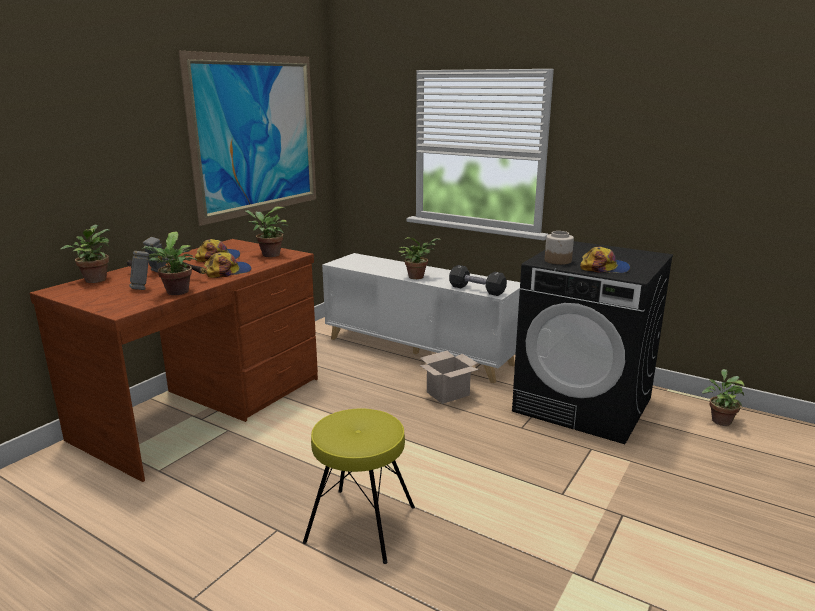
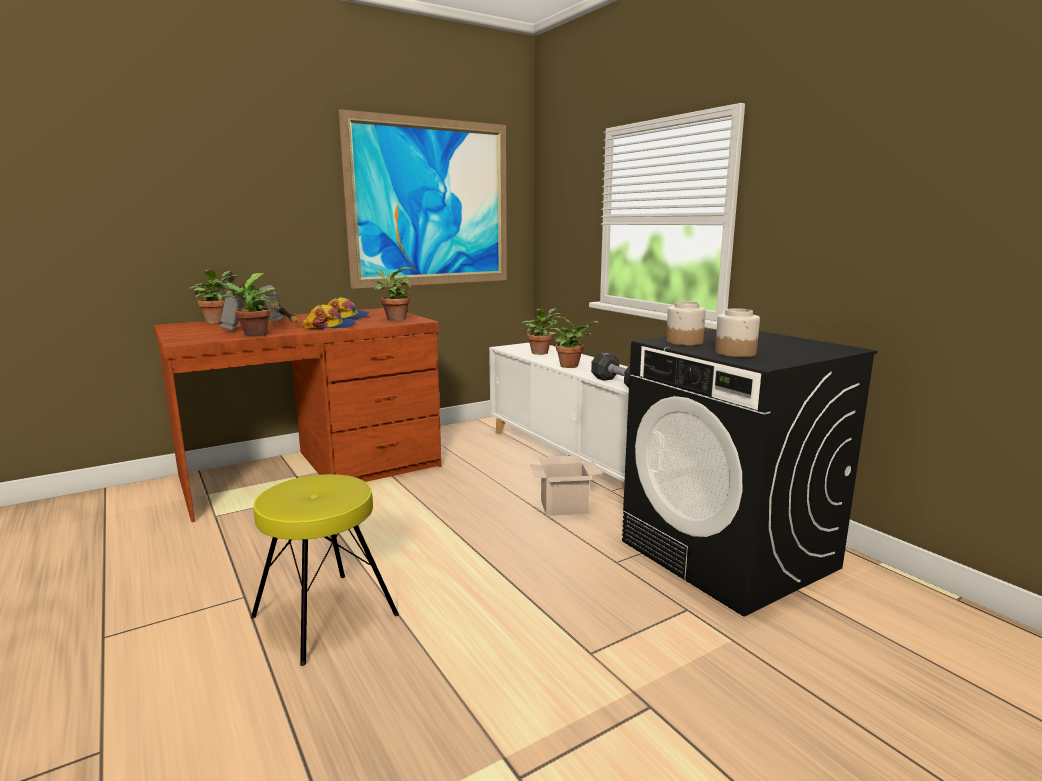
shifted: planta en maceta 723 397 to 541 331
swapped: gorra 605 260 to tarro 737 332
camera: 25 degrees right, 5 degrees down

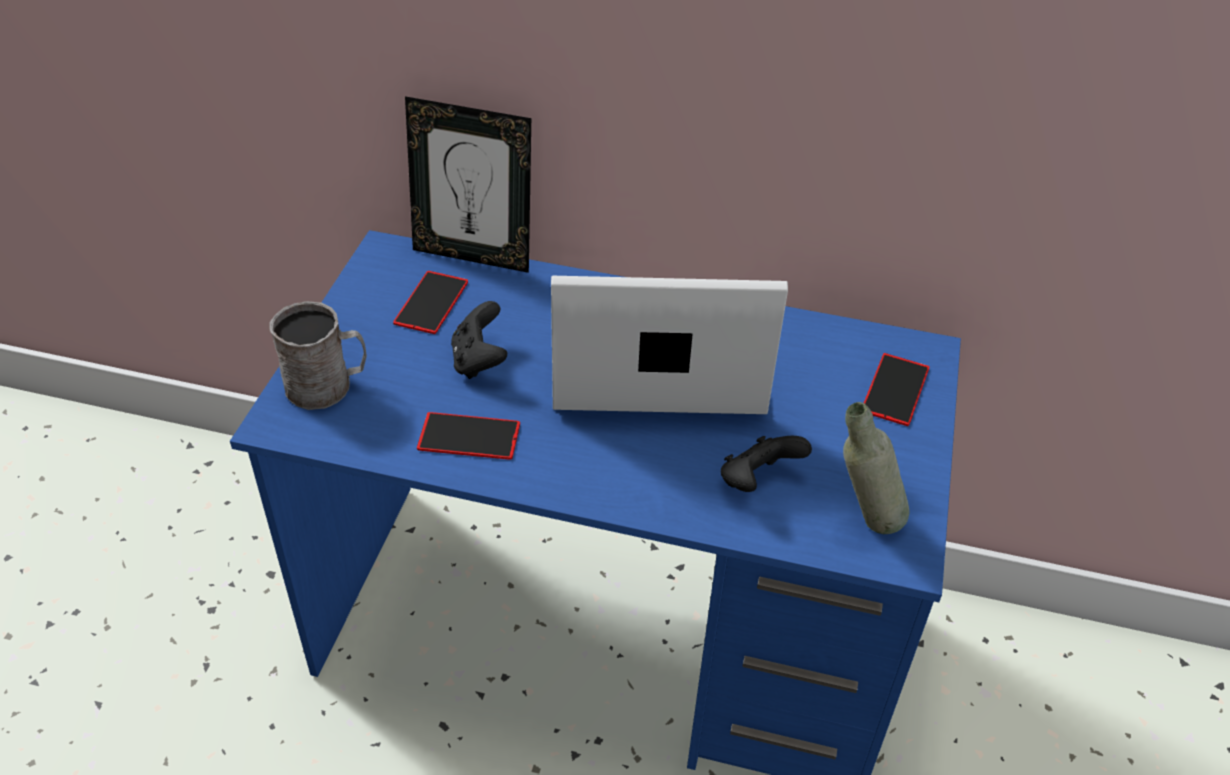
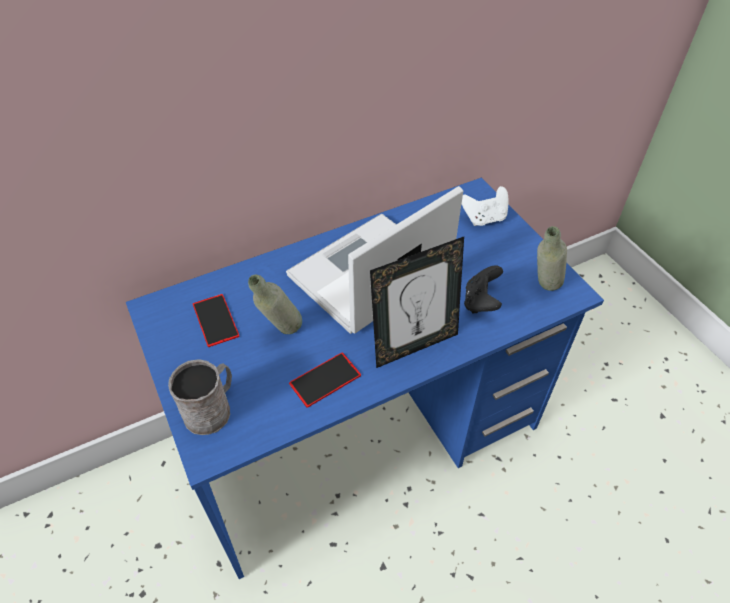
shifted: portarretratos 468 184 to 417 302
swapped: mando de consola [negro] 479 340 to botella [gris] 275 304; móvil 896 389 to mando de consola [blanco] 485 206
camera: 40 degrees left, 5 degrees up

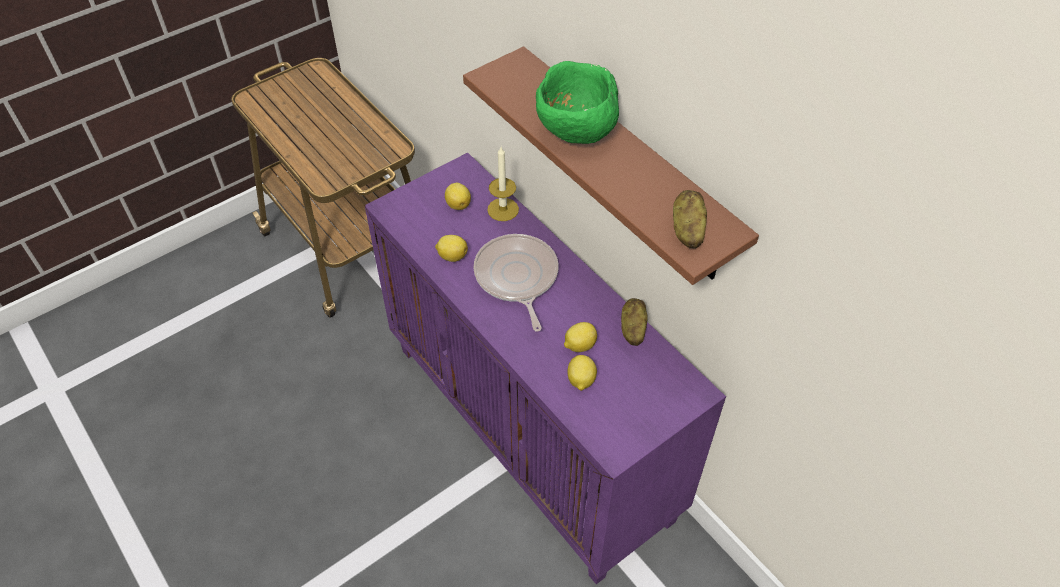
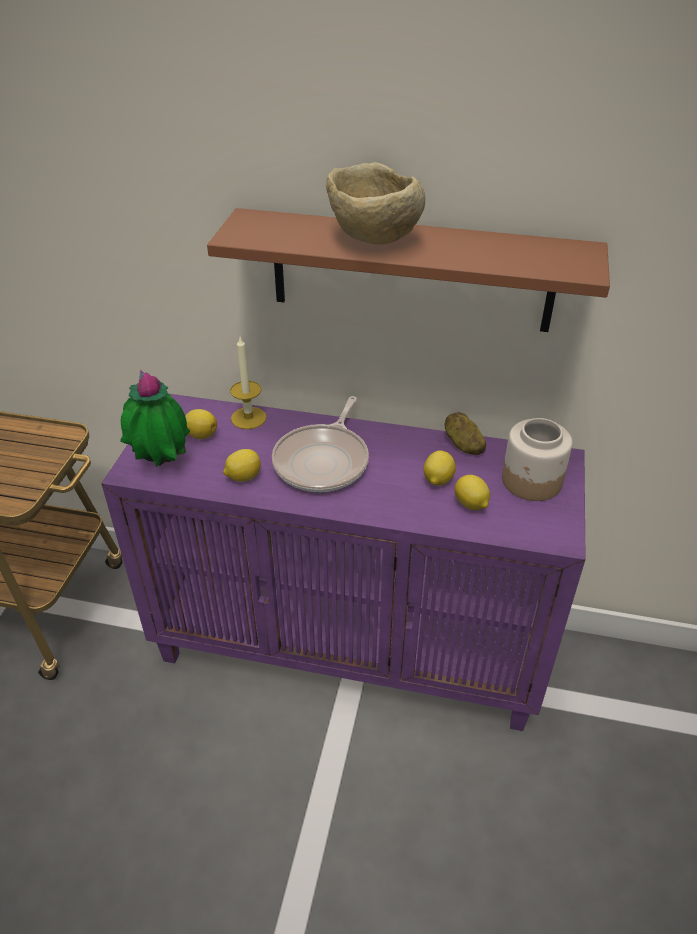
gone: patata 690 219
new: planta en maceta 155 418; tarro 537 459
repainted: cuenco [verde] 577 102 to cuenco [beis] 375 203
rotated: sartén 516 282 = 320 444 105 degrees counterclockwise
camera: 40 degrees left, 10 degrees down

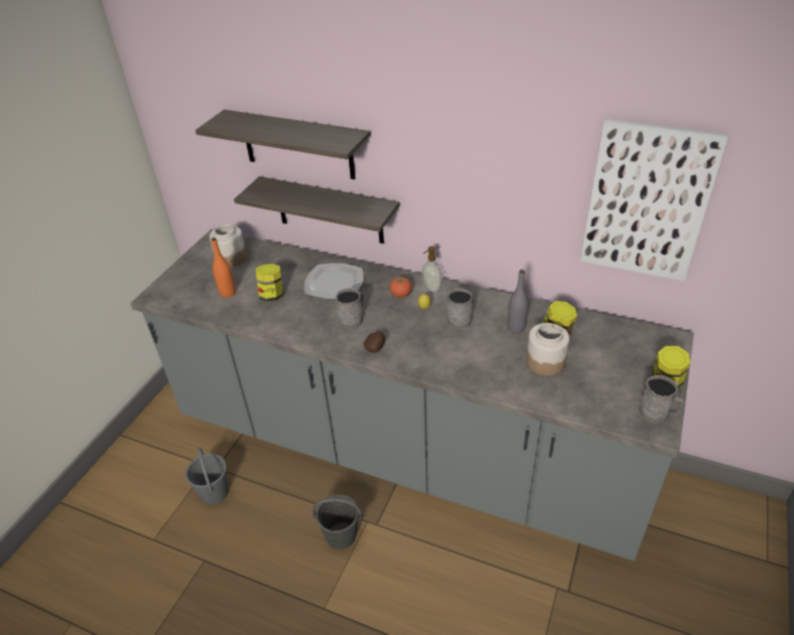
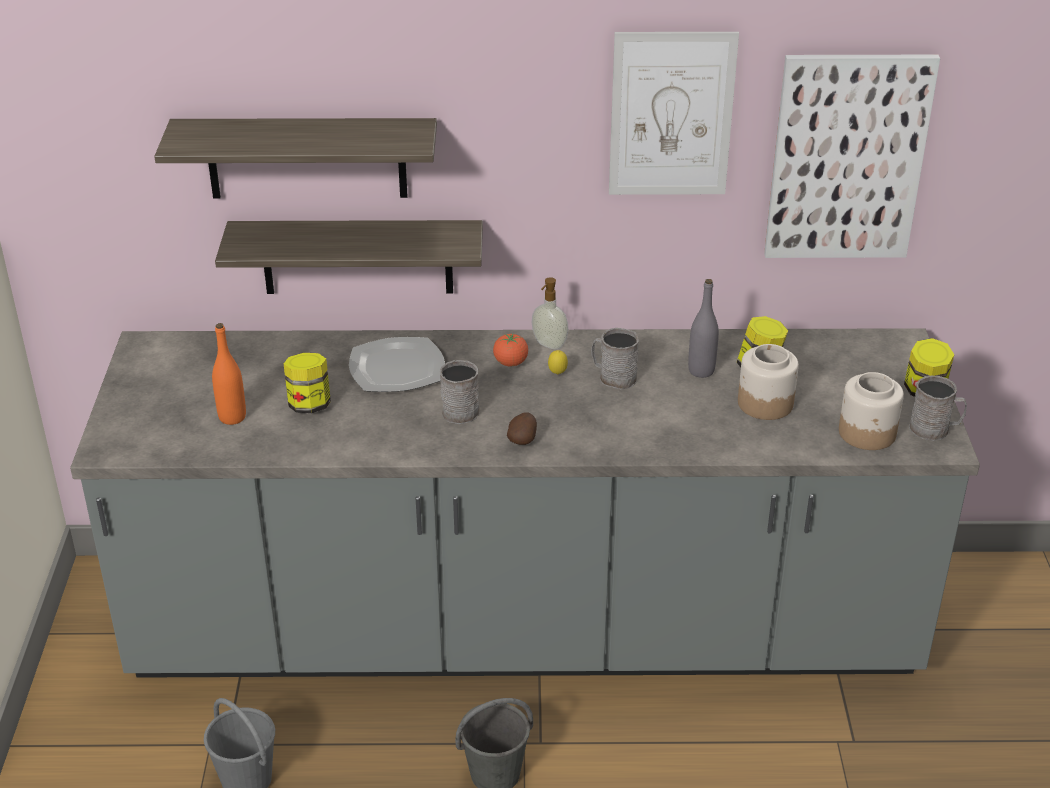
new: cuadro 674 113
shifted: tarro 228 245 to 871 411
camera: 25 degrees left, 5 degrees down

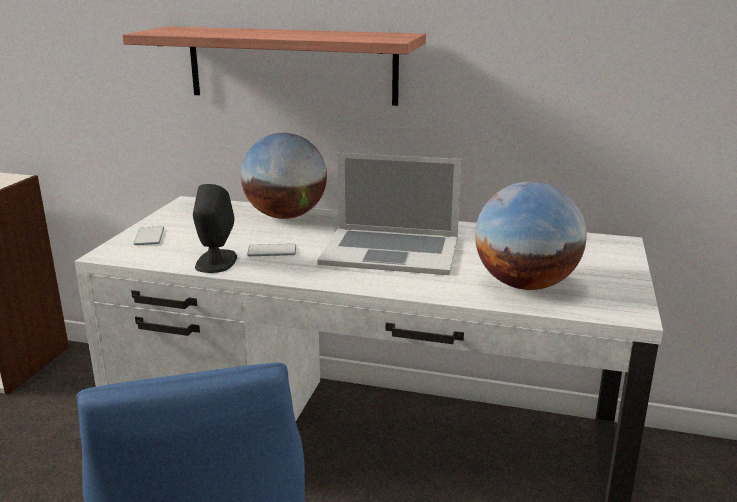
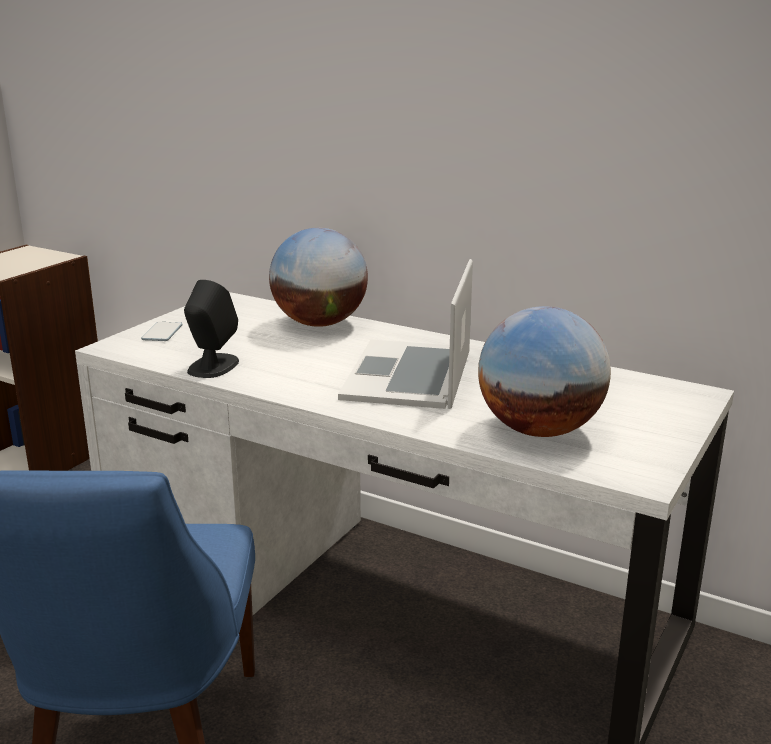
gone: estante 274 66; móvil 271 250
rotated: portátil 389 214 = 405 334 75 degrees clockwise
camera: 15 degrees right, 0 degrees up

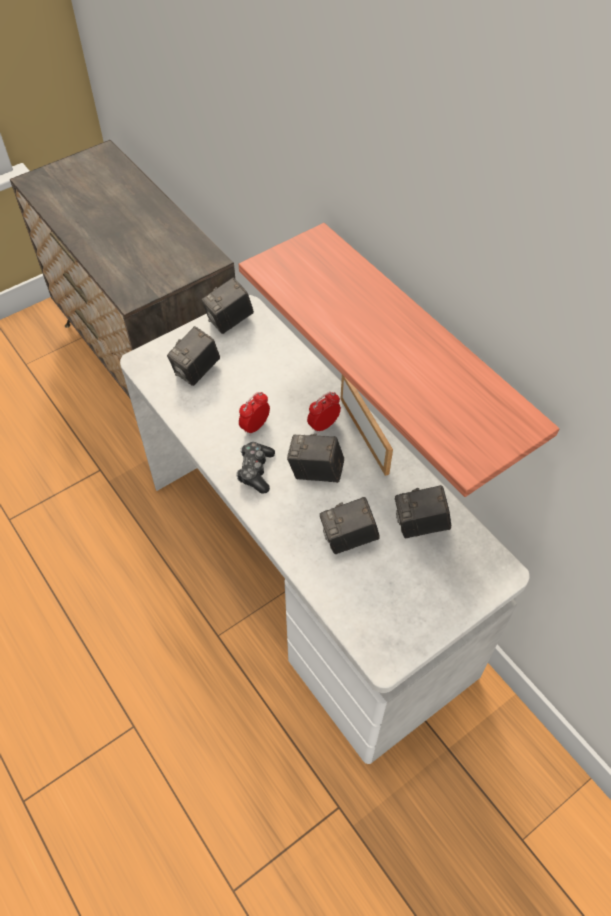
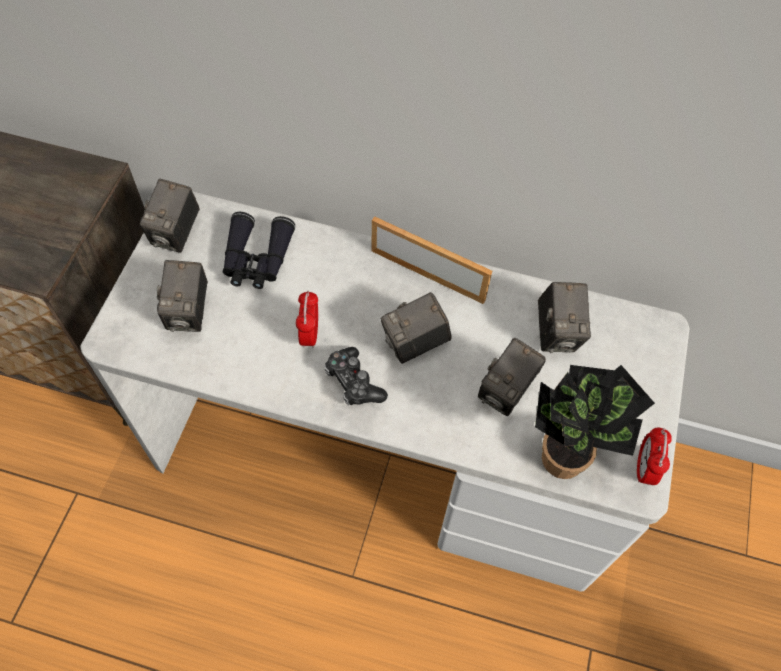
gone: estante 399 360
new: prismáticos [negro] 259 250; planta en maceta 595 422
shifted: despertador 324 413 to 654 456
rotated: cámara 423 511 = 564 317 45 degrees counterclockwise
camera: 40 degrees left, 5 degrees up

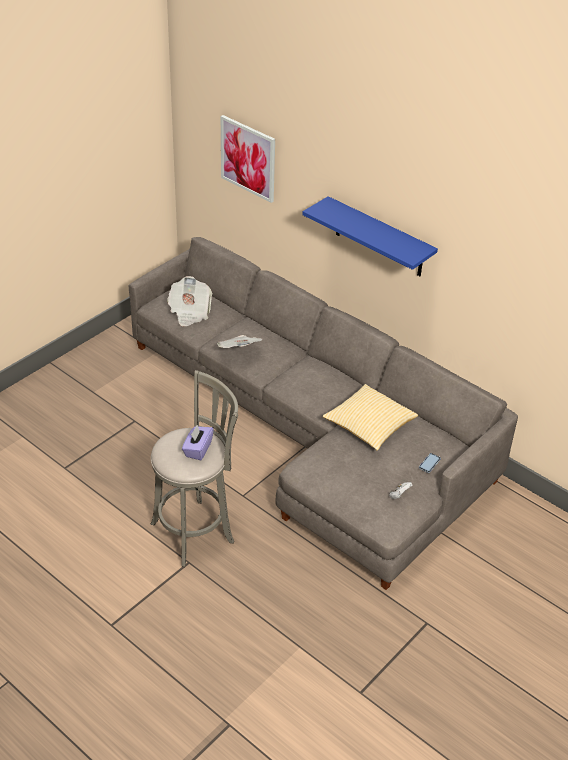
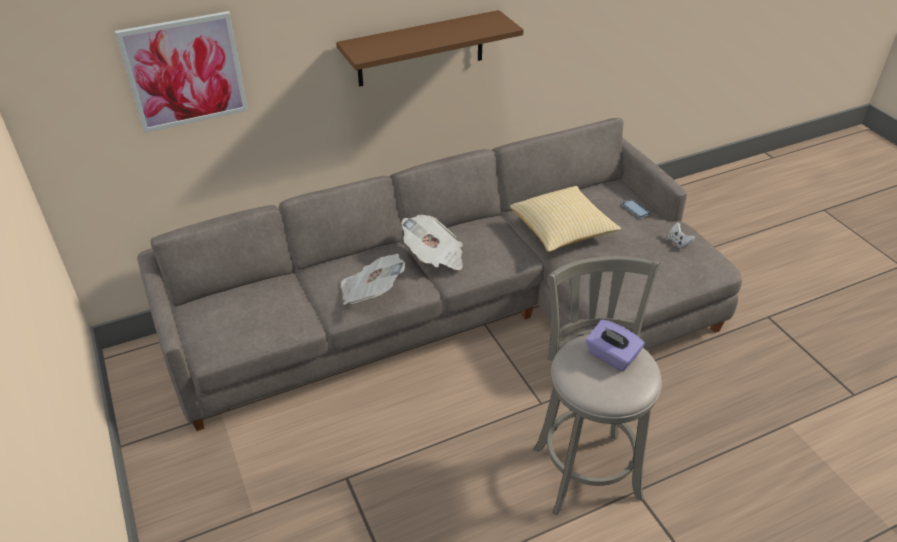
shifted: periódico 189 301 to 432 242
repainted: estante [azul] 370 236 to estante [marrón] 430 48
camera: 65 degrees left, 0 degrees up

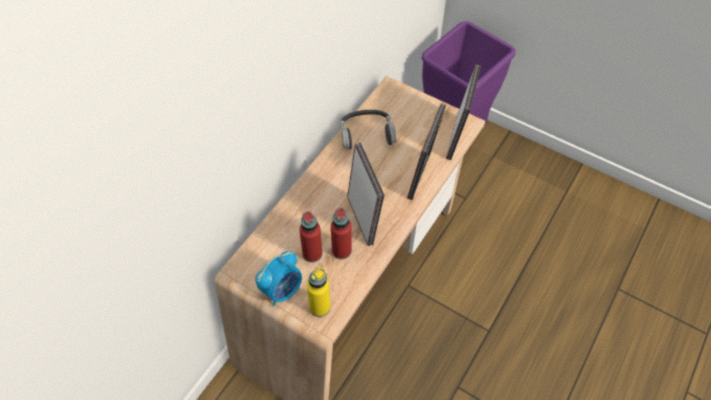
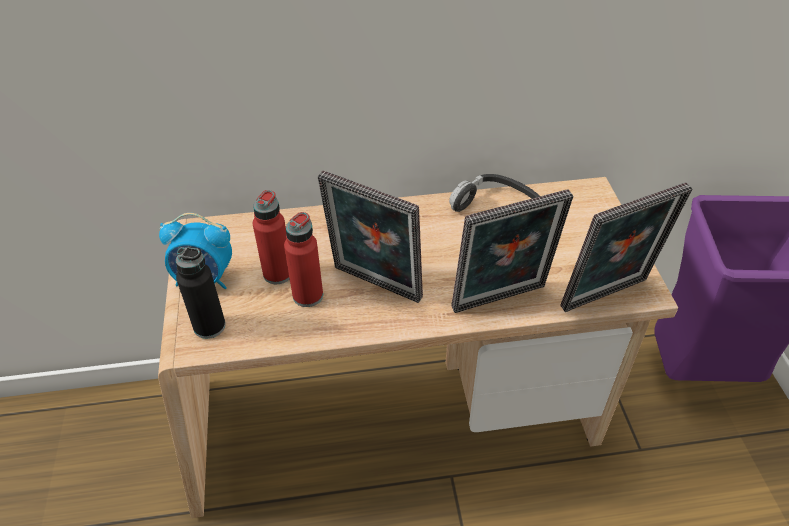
repainted: botella [amarillo] 318 292 to botella [negro] 201 293
rotated: portarretratos 365 194 = 370 237 90 degrees clockwise
camera: 50 degrees right, 10 degrees down

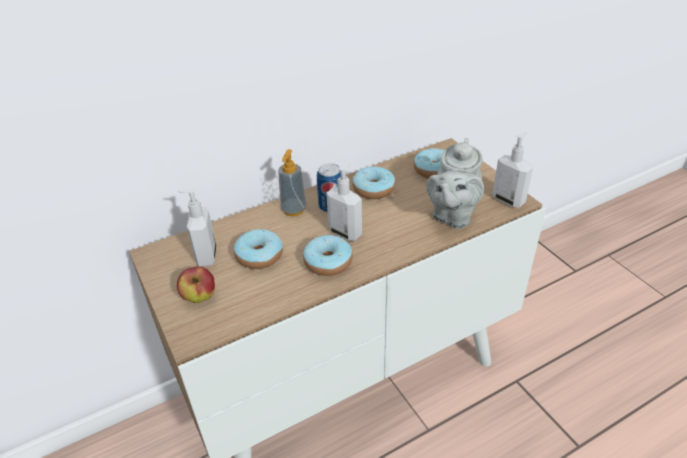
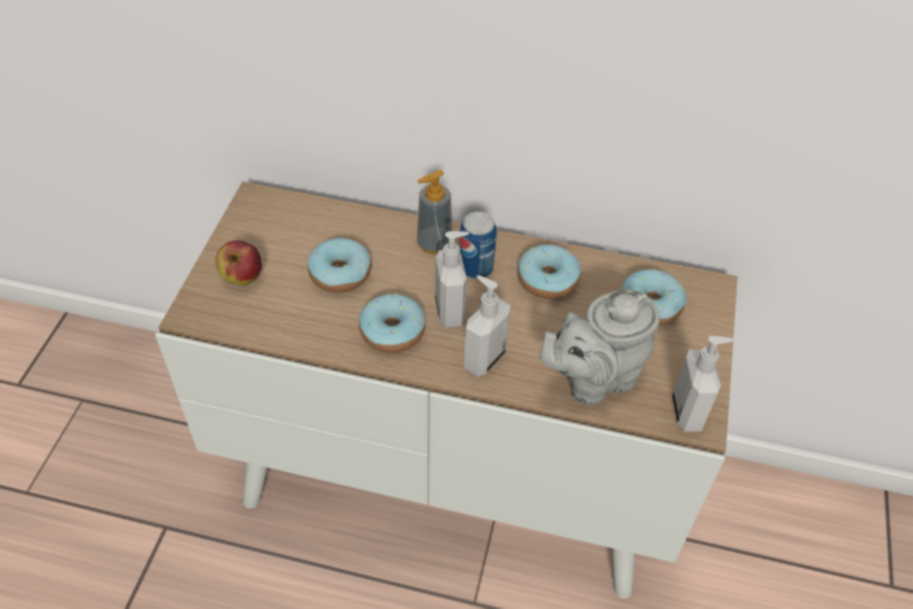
shifted: dispensador de jabón 197 227 to 487 326
camera: 40 degrees right, 10 degrees up

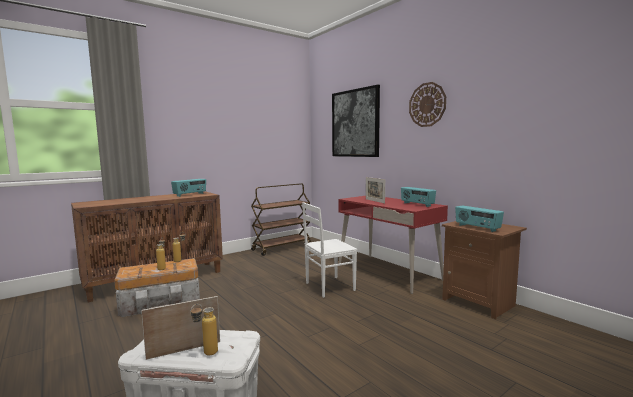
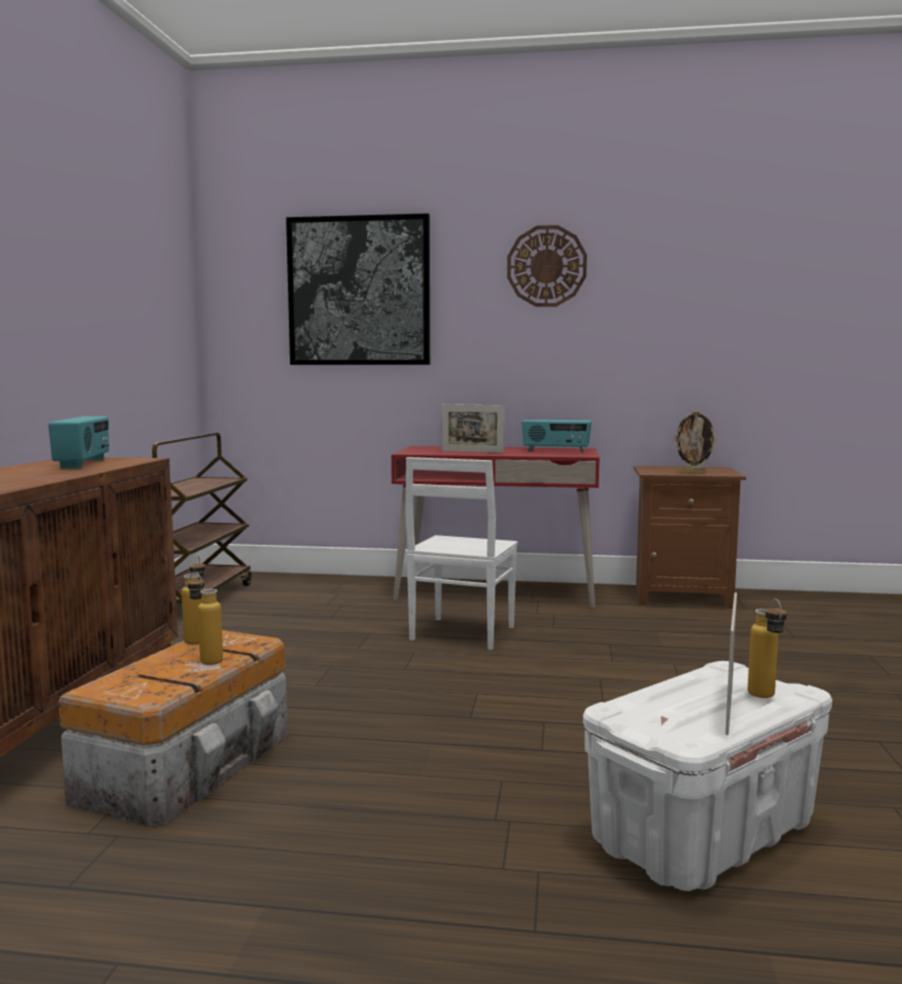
swapped: radio 479 218 to portarretratos 695 442
camera: 45 degrees left, 0 degrees up

